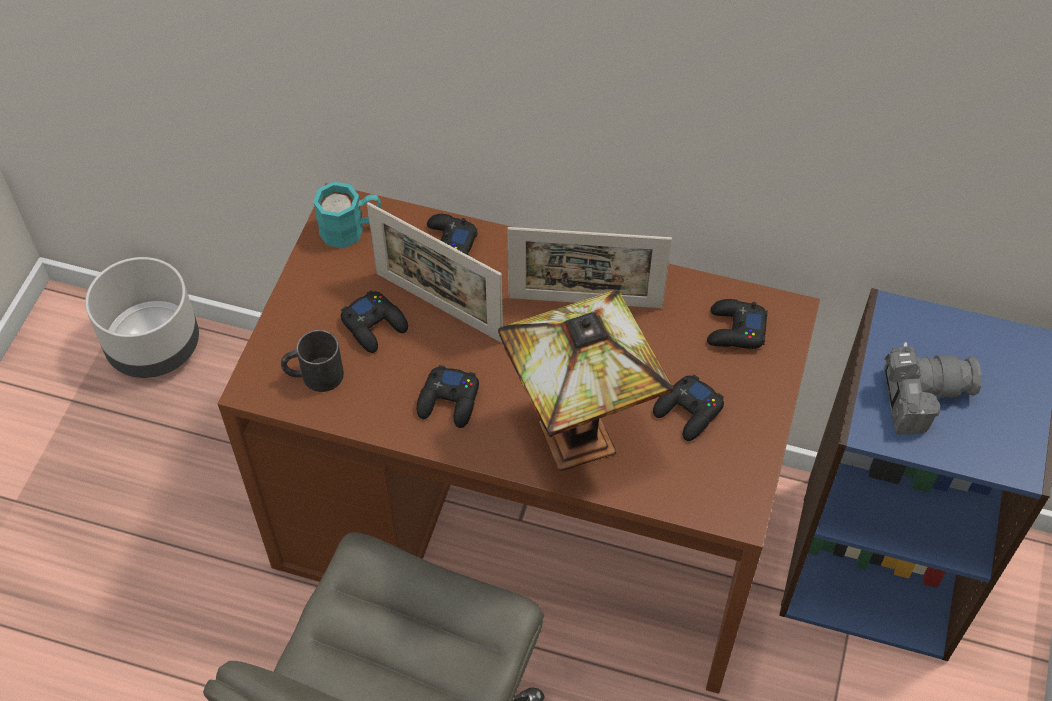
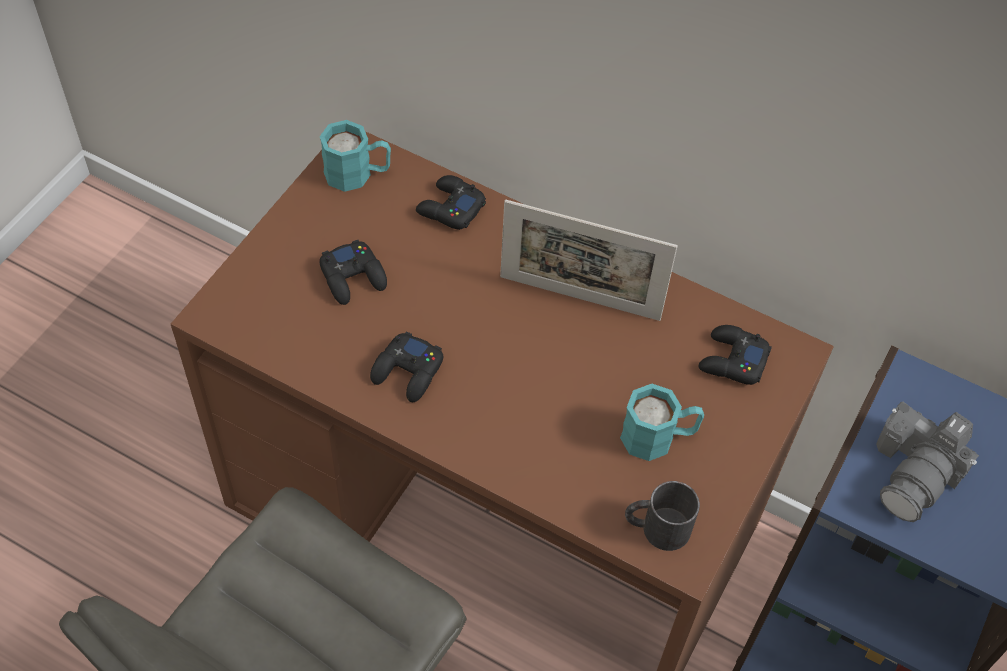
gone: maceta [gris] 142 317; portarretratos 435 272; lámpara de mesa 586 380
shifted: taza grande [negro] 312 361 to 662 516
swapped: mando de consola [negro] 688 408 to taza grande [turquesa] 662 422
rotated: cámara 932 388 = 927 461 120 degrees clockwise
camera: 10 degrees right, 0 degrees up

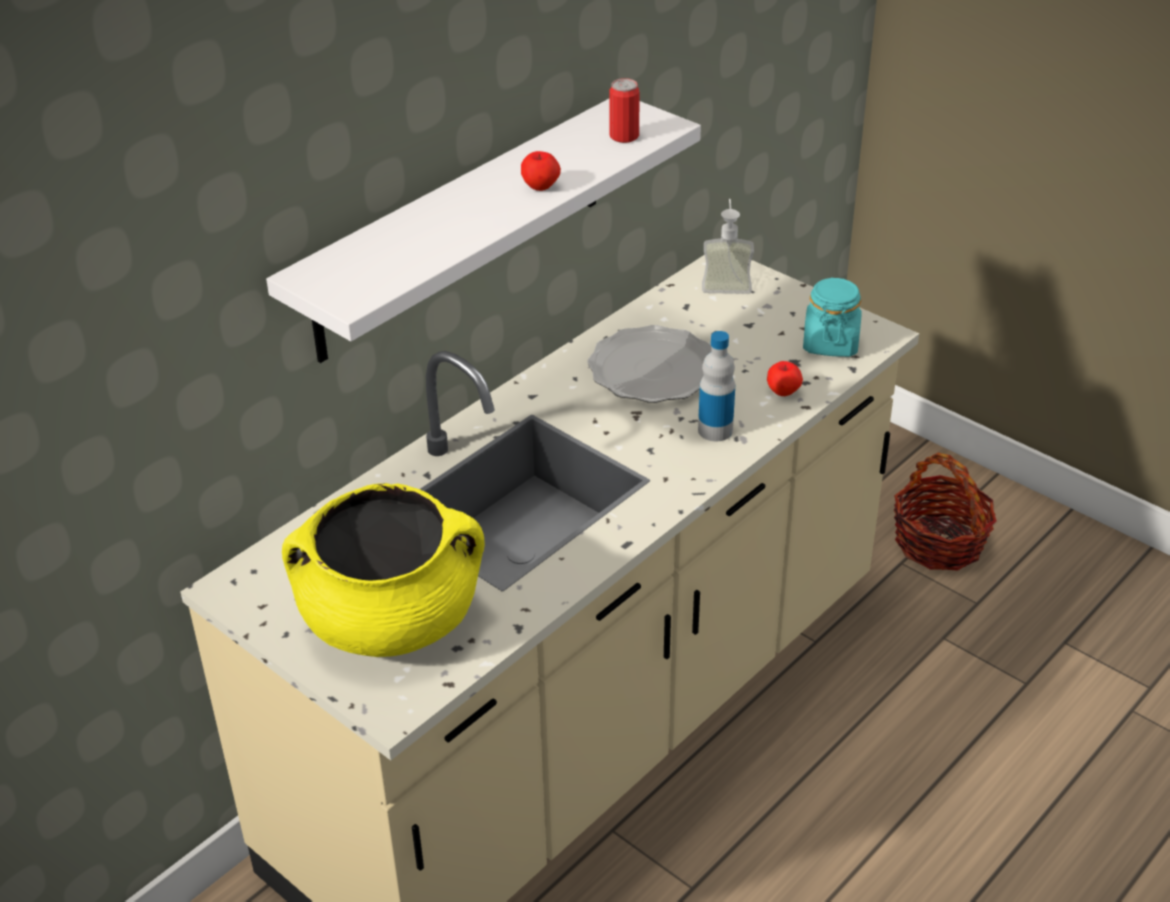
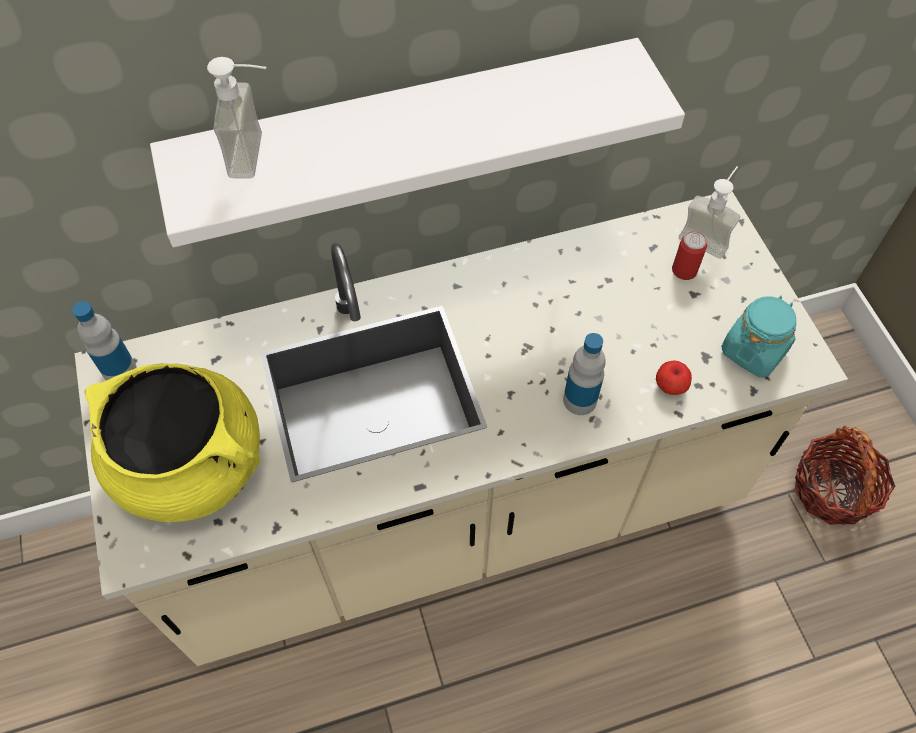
gone: manzana 541 171; plato 649 364
new: botella 104 341; dispensador de jabón 237 117
shifted: lata 624 110 to 689 255
camera: 30 degrees right, 20 degrees up

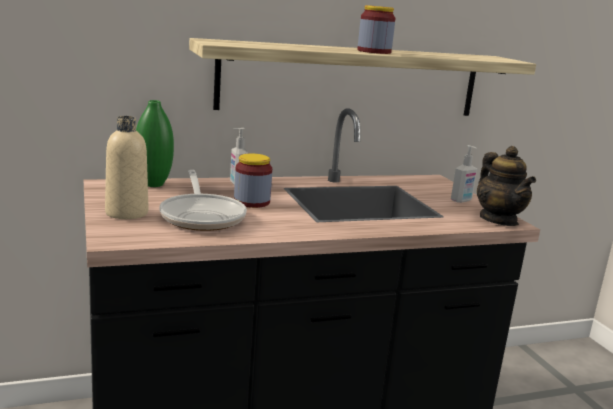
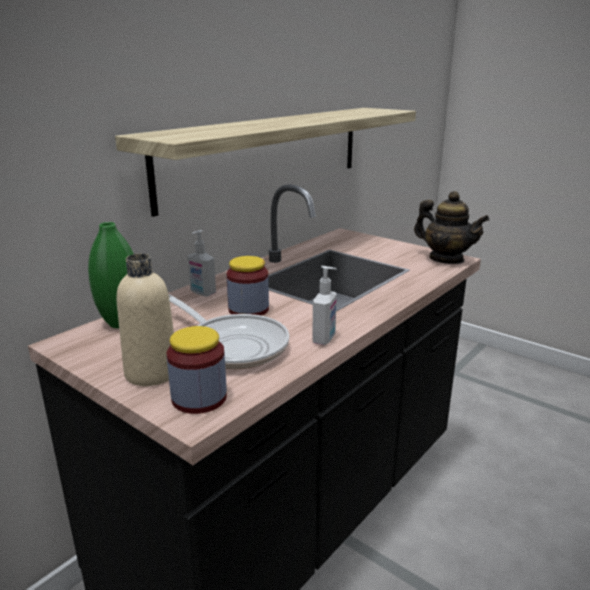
shifted: tarro 376 29 to 197 370; dispensador de jabón 464 174 to 324 305
camera: 30 degrees left, 5 degrees up

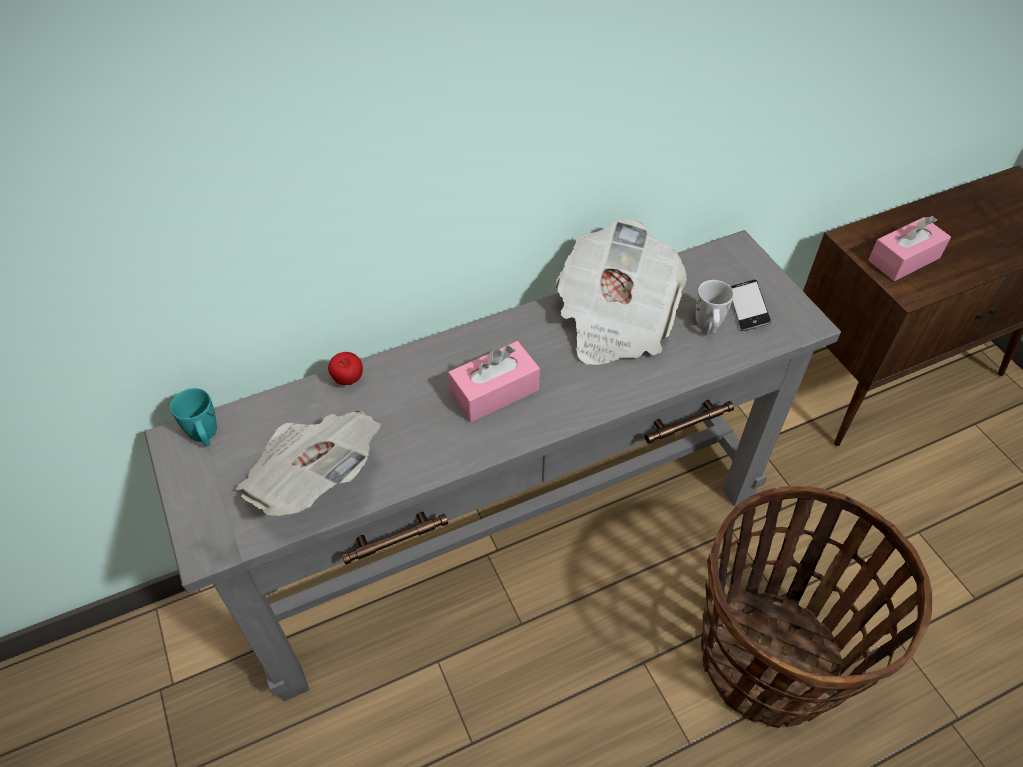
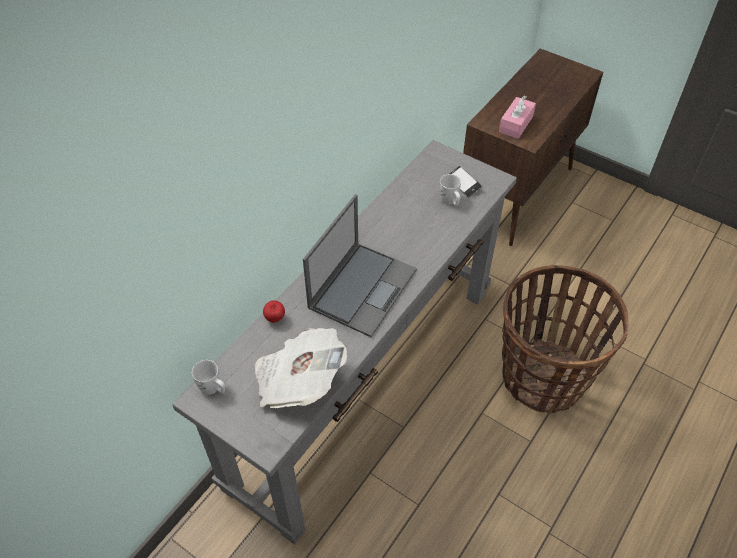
gone: periódico 621 292
swapped: caja de pañuelos [rosa] 494 381 to portátil 360 265
repainted: taza grande [turquesa] 193 417 to taza grande [blanco] 208 377
camera: 30 degrees left, 0 degrees up

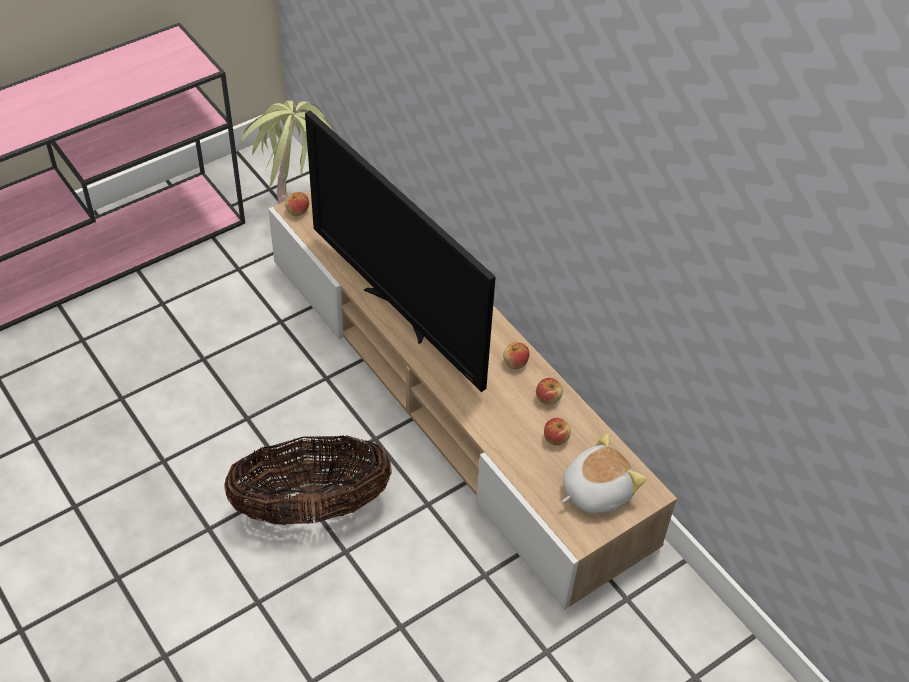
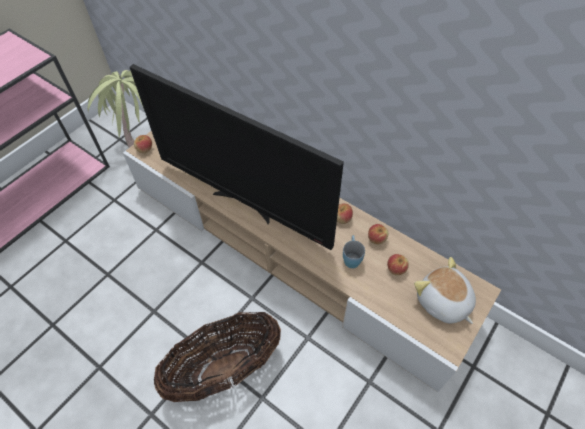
new: taza grande [azul] 354 251
rotated: peluche 604 473 = 445 290 75 degrees counterclockwise
camera: 15 degrees left, 5 degrees up

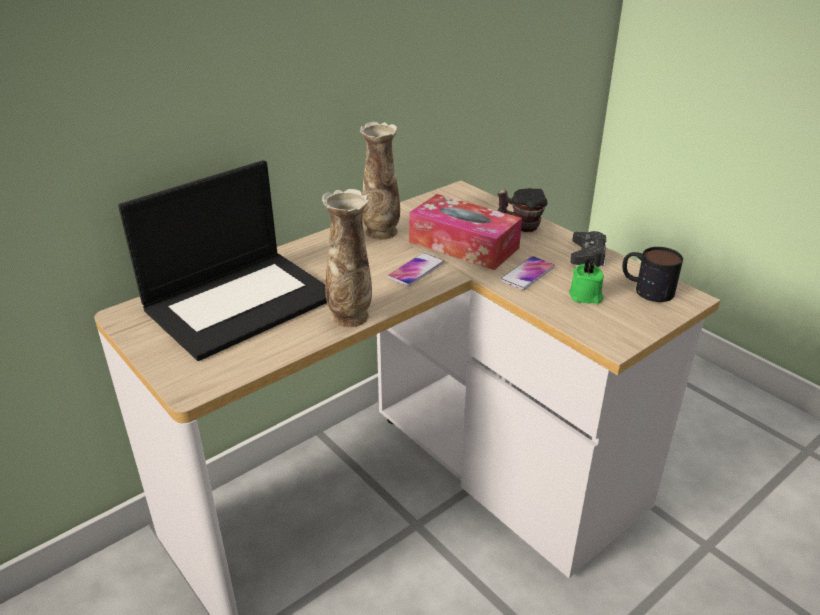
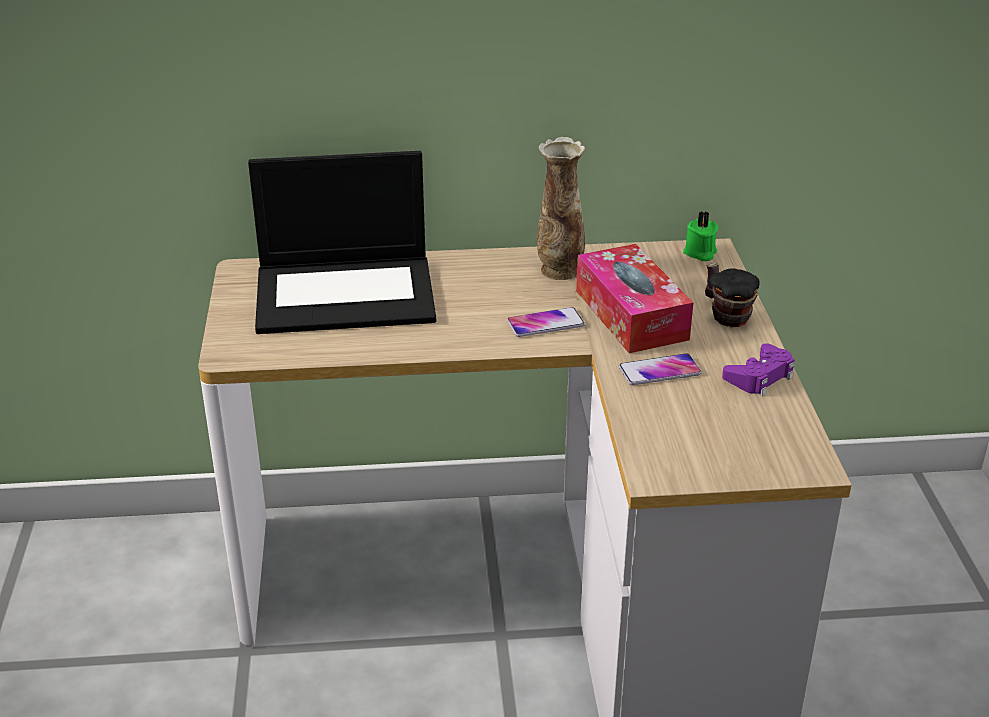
gone: florero 347 258; taza grande 653 274
shifted: vela [verde] 586 281 to 701 236
repainted: mando de consola [negro] 588 249 to mando de consola [morado] 758 369
camera: 35 degrees right, 0 degrees up

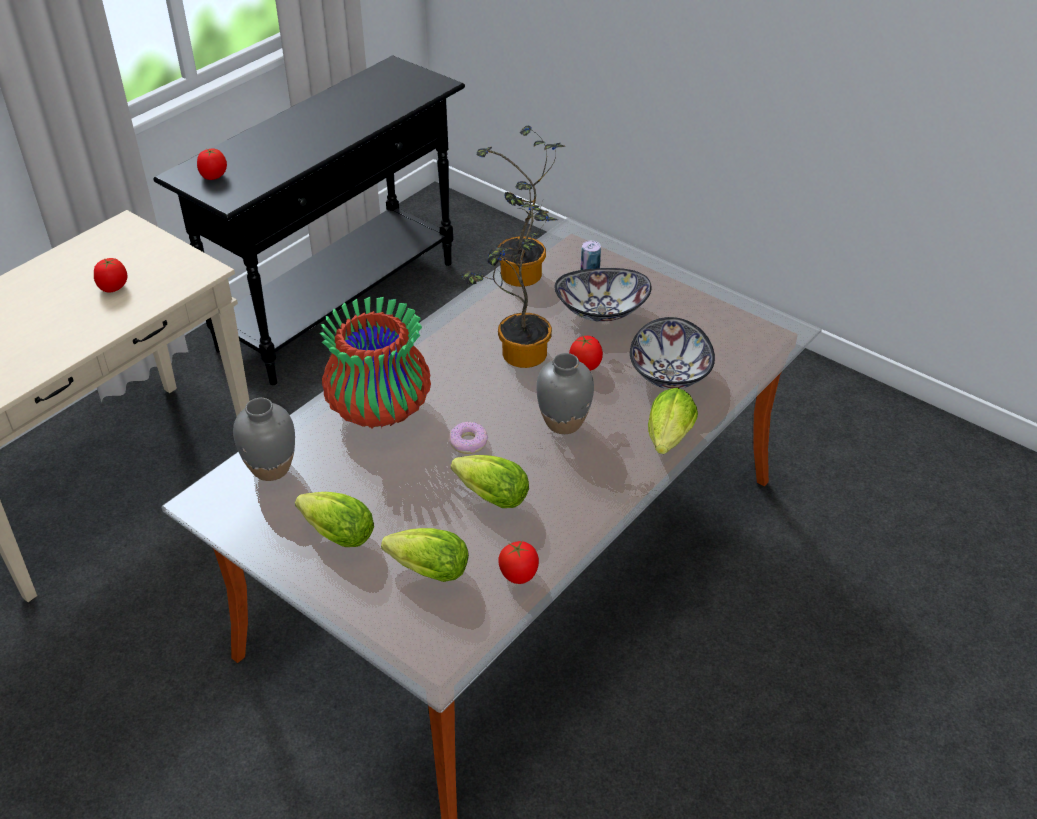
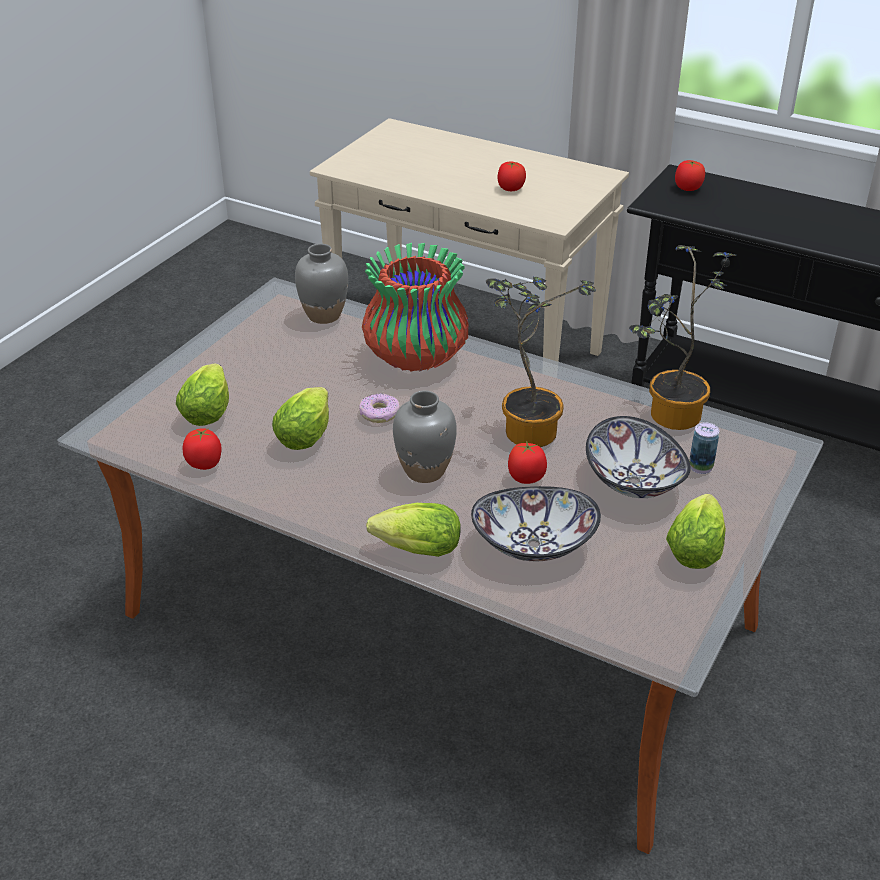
shifted: lechuga 334 519 to 696 531
camera: 80 degrees right, 5 degrees down

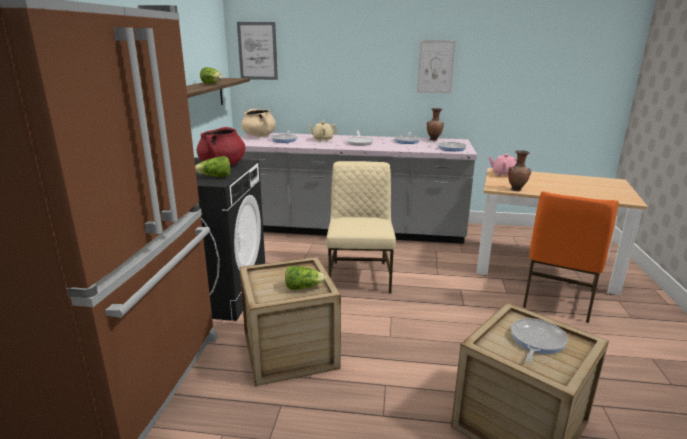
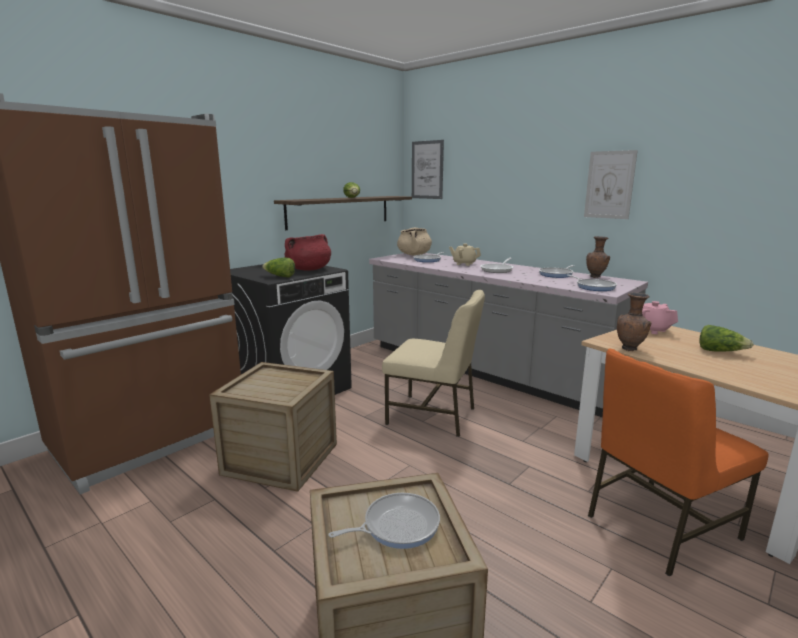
shifted: lechuga 306 278 to 726 338
rotated: silla [beis] 361 227 = 433 363 75 degrees clockwise
camera: 35 degrees right, 5 degrees down

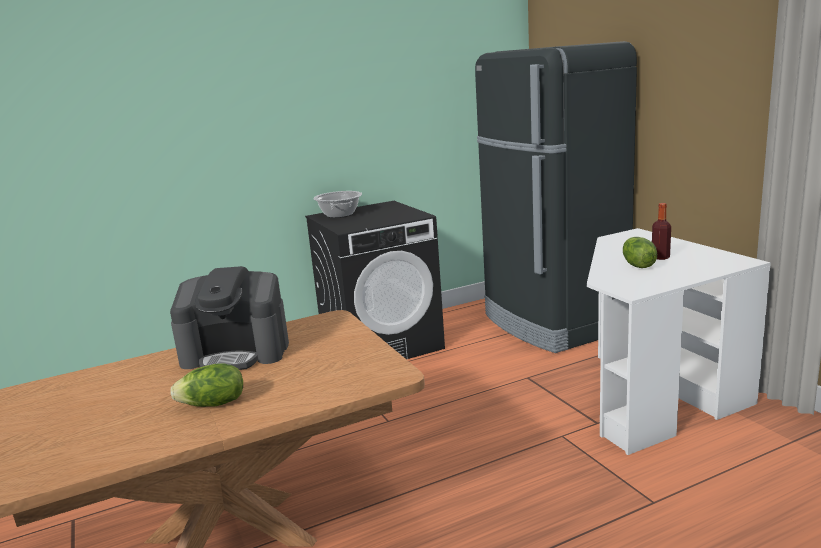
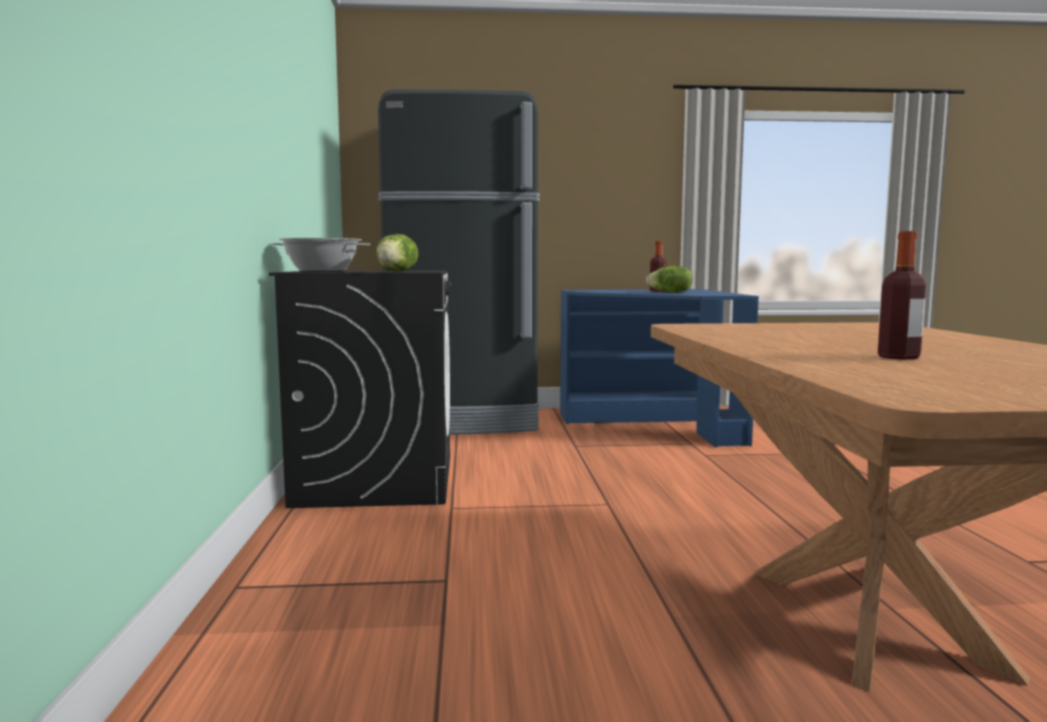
gone: cafetera 229 318
new: botella 902 295
shifted: lechuga 206 385 to 397 253
repainted: escritorio [blanco] 679 341 to escritorio [azul] 659 368
camera: 70 degrees left, 10 degrees down

